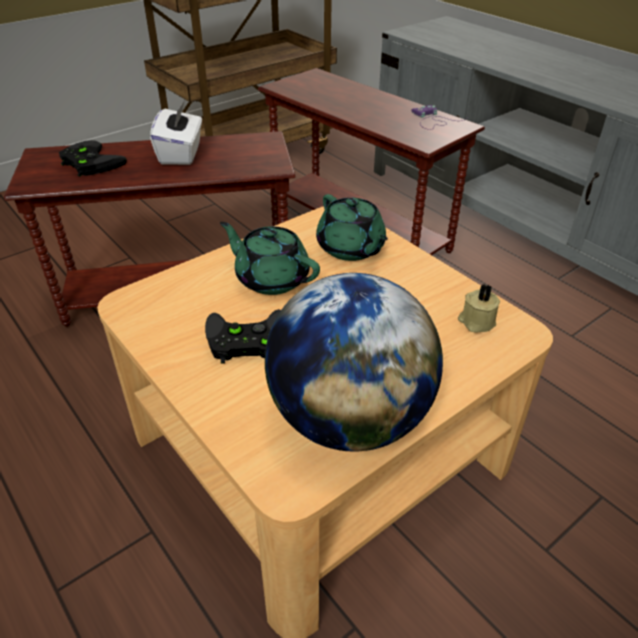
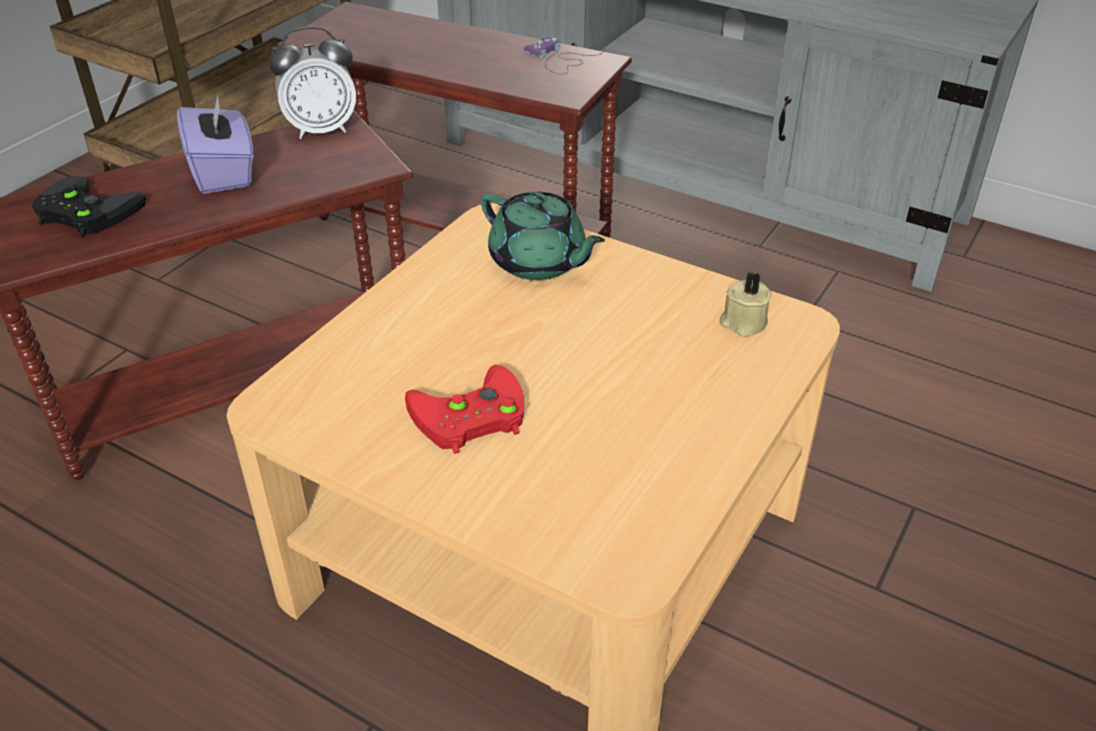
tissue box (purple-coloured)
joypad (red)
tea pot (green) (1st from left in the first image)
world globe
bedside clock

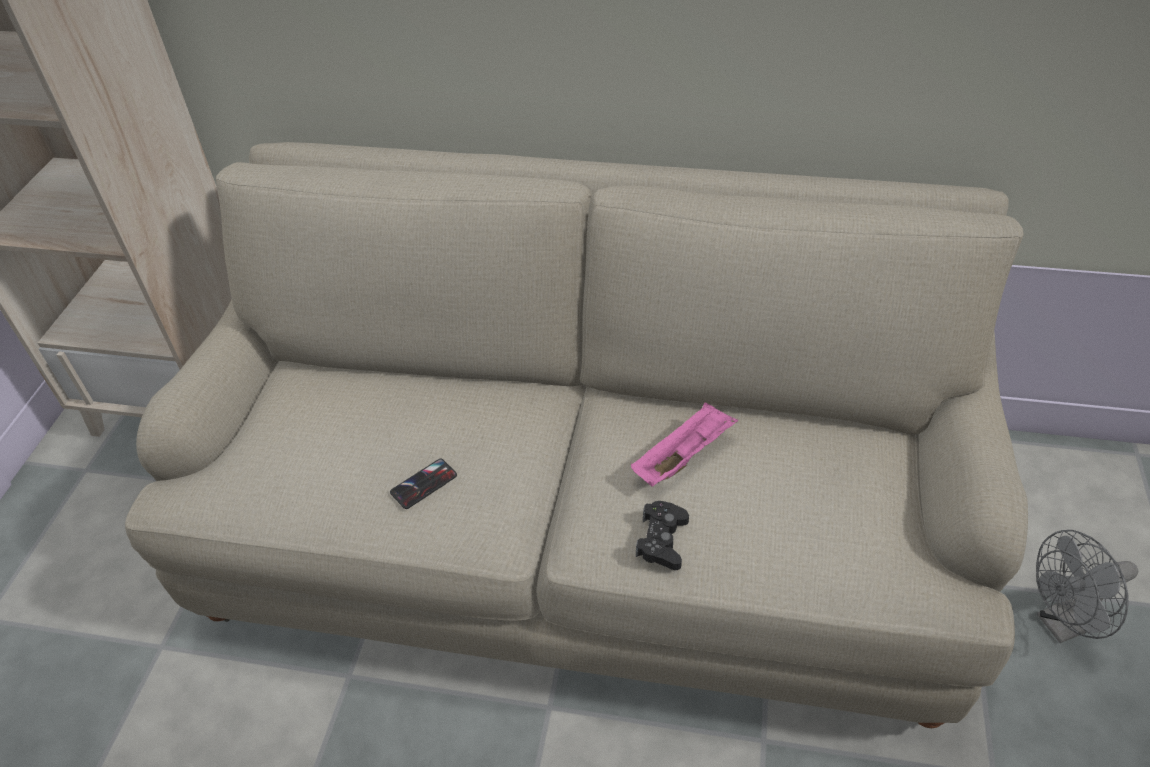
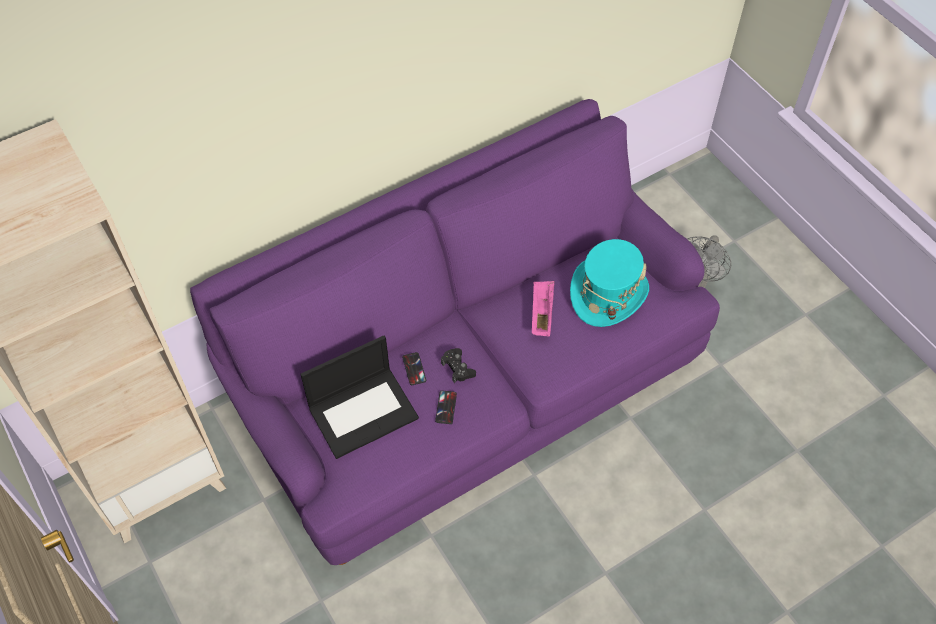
couch (purple-coloured)
joypad (black-coloured)
portable computer
handset (1st from left)
hat (blue-green)

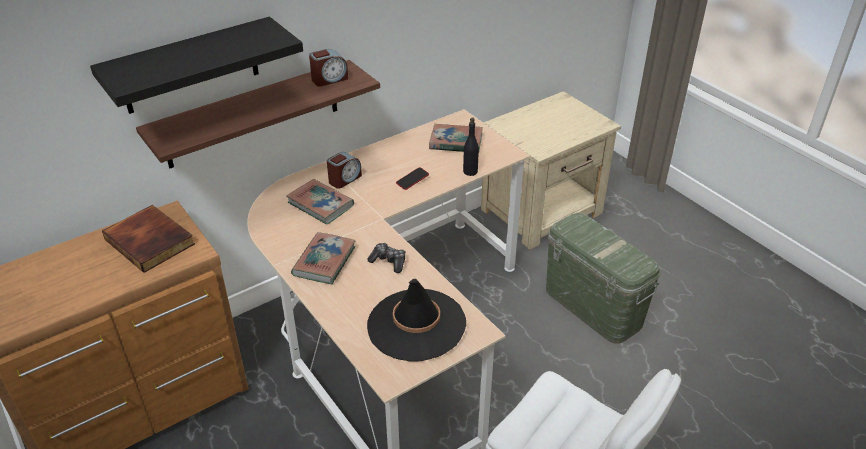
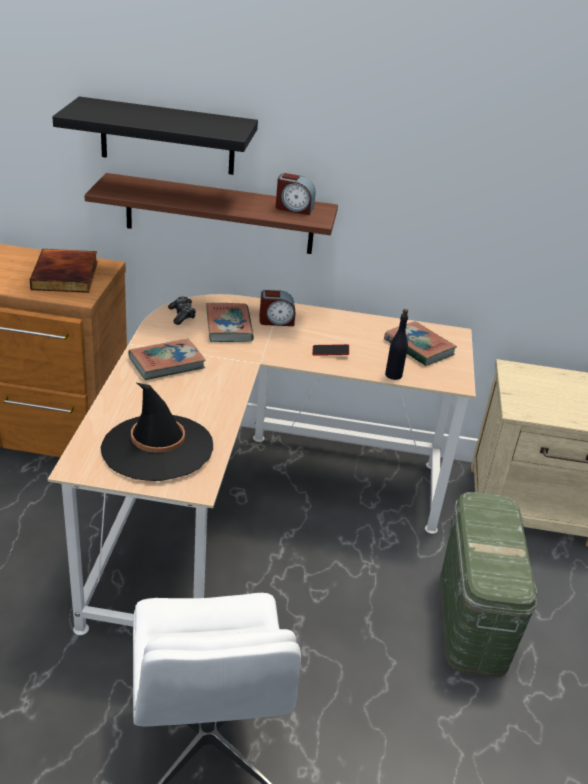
joypad

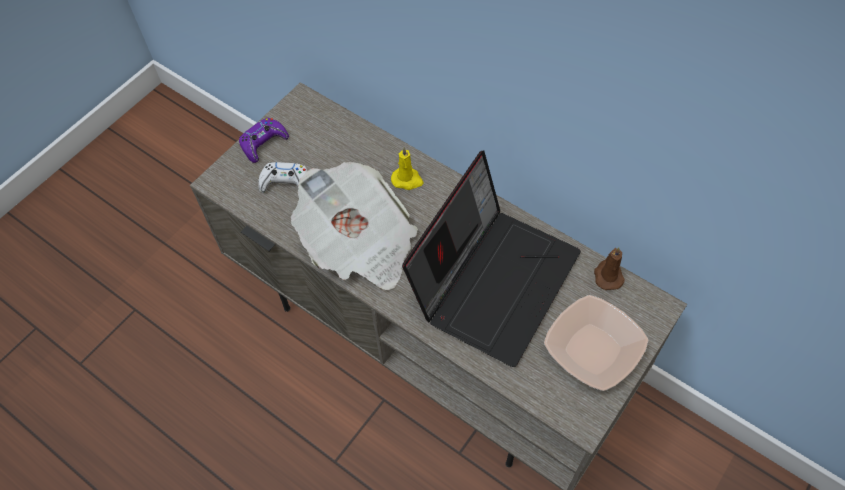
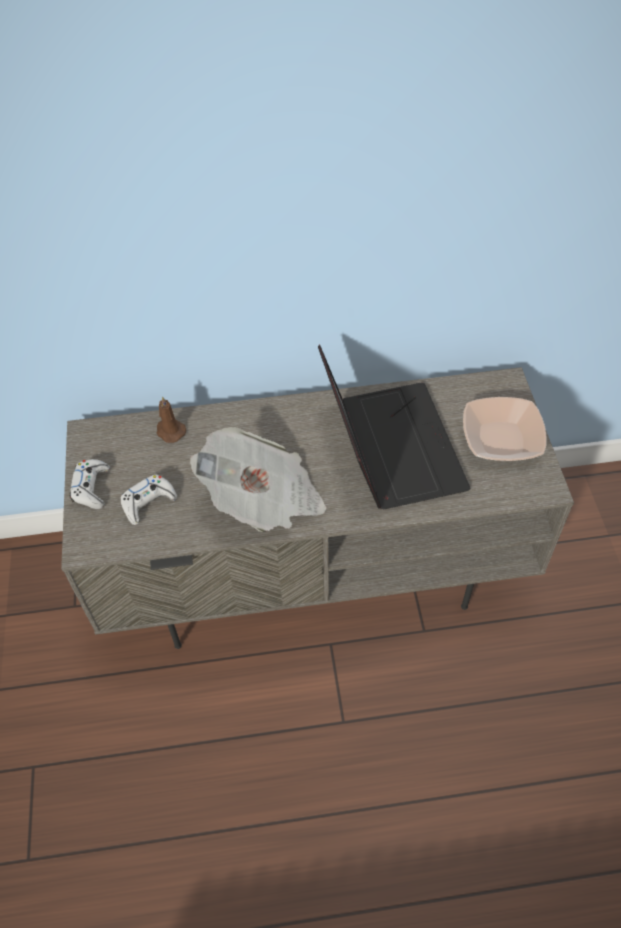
joypad (white) (1st from left)
wax light (yellowish)
wax light (brownish)

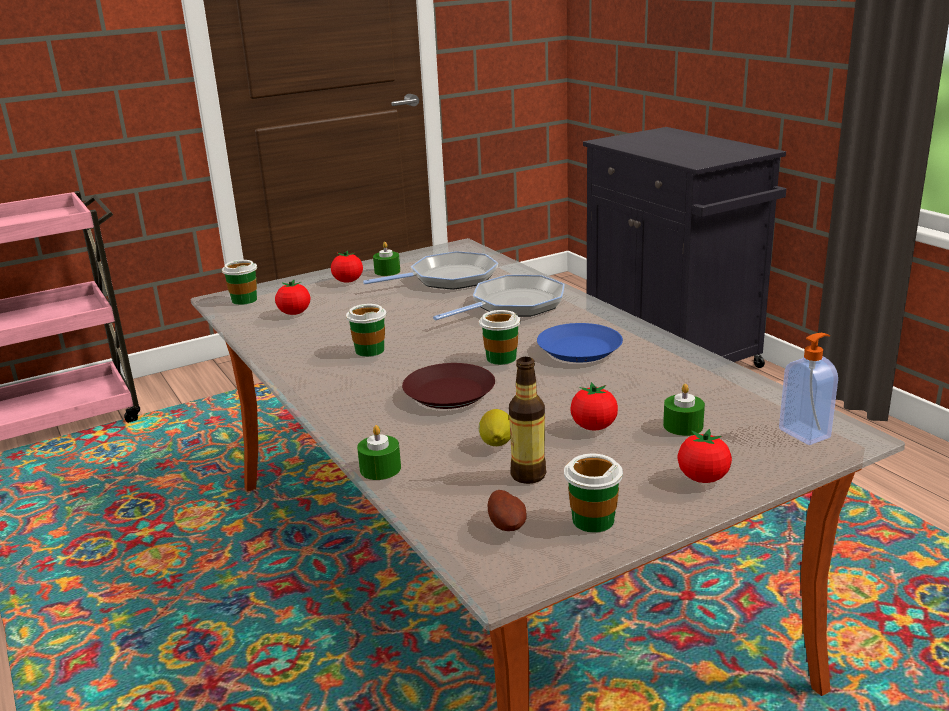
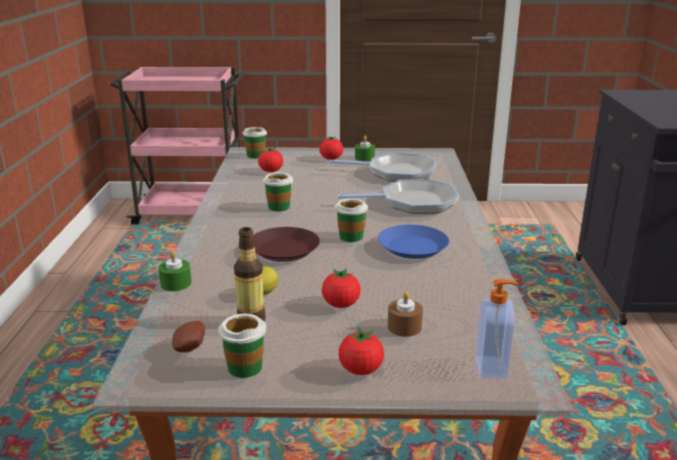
wax light (brownish)

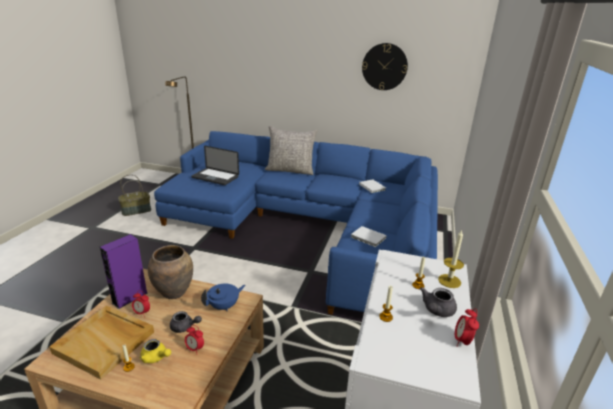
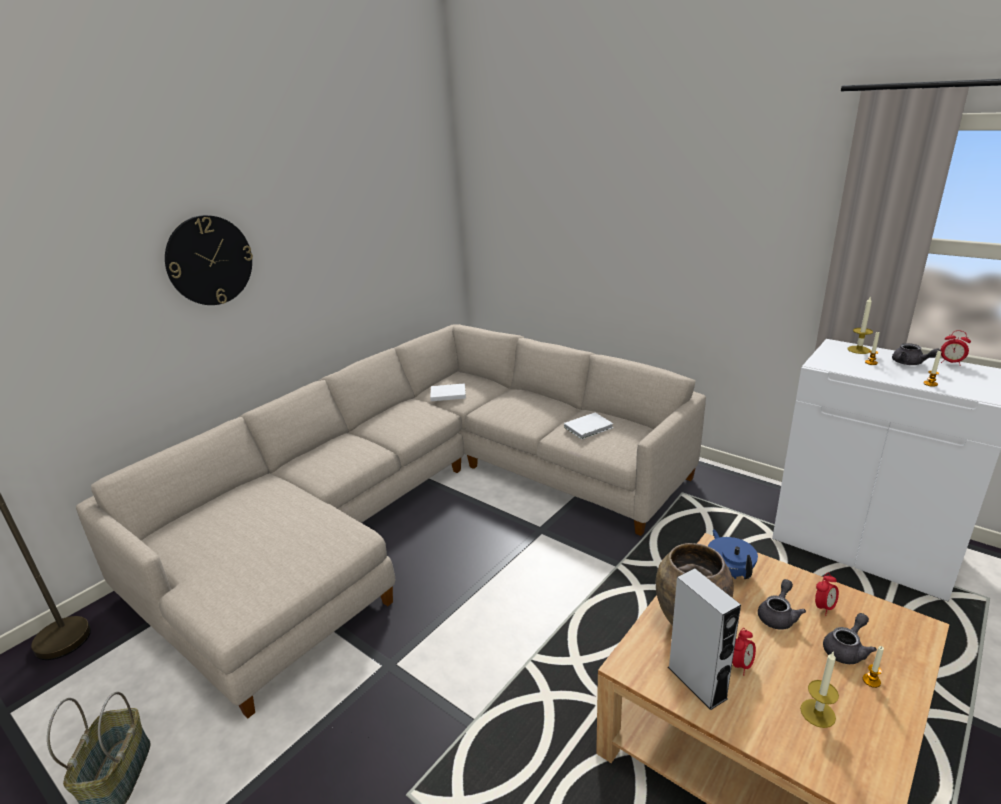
wax light (1st from left)
loudspeaker (grey)
tea pot (grey) (2nd from left)
couch (sand-coloured)
portable computer
throw pillow (grey)
hanging clock

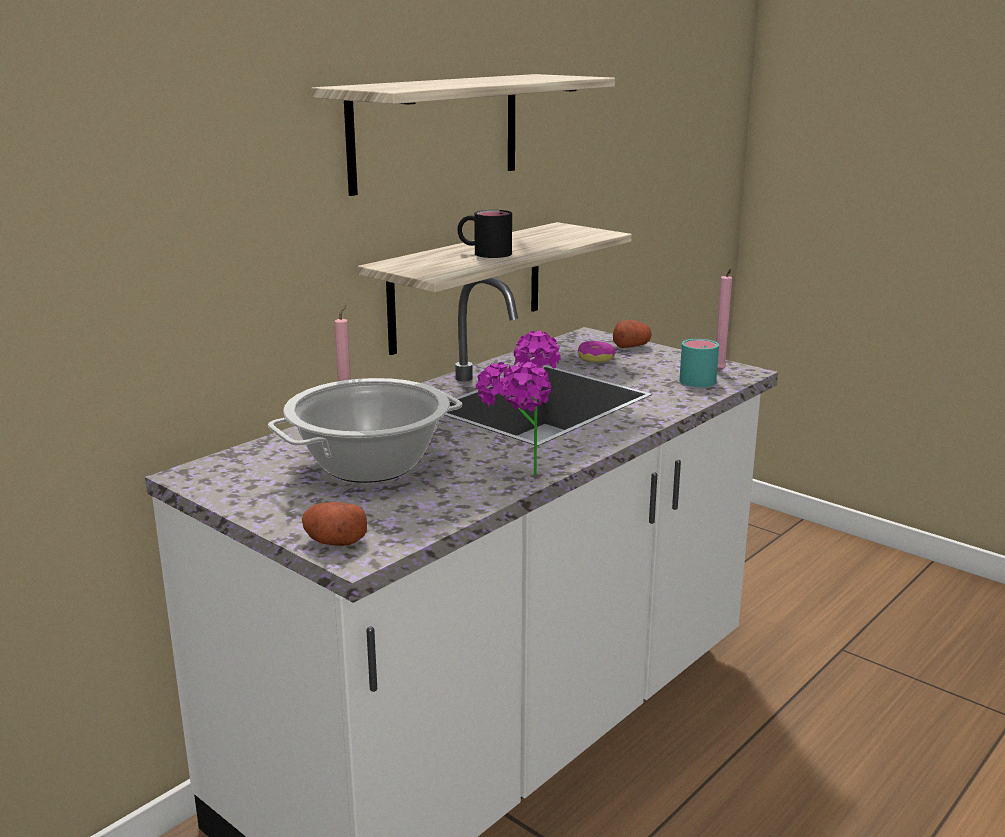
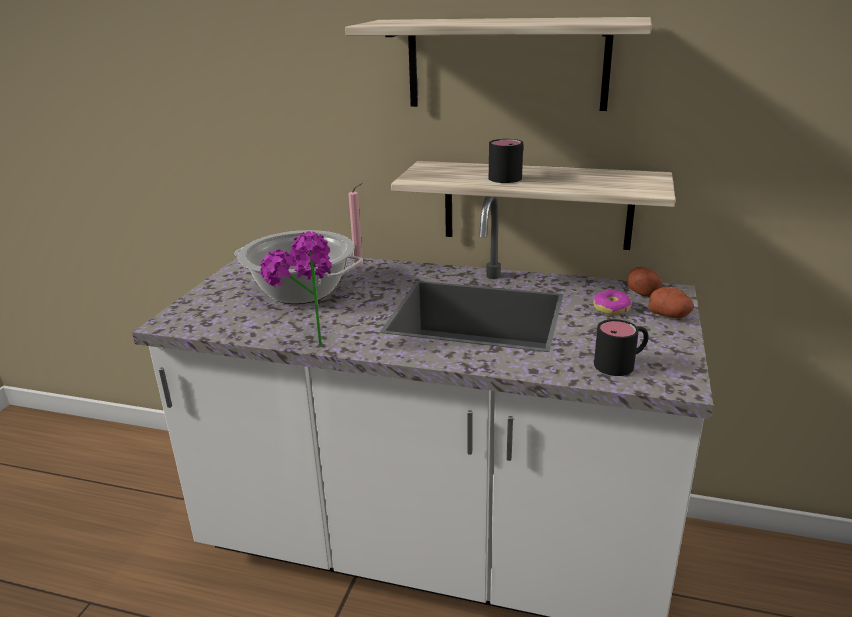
whole potato (1st from left)
tea mug (black-coloured) (2nd from left)
wax light (pink-coloured) (2nd from left in the first image)

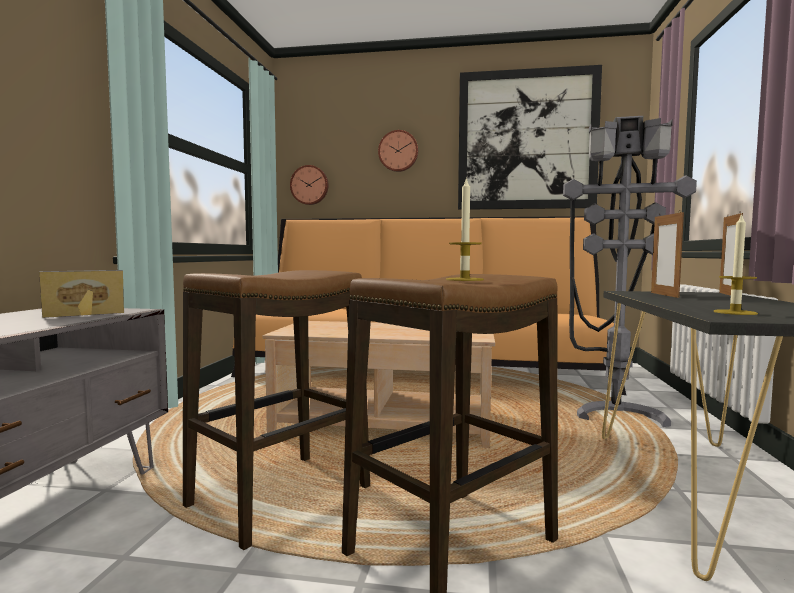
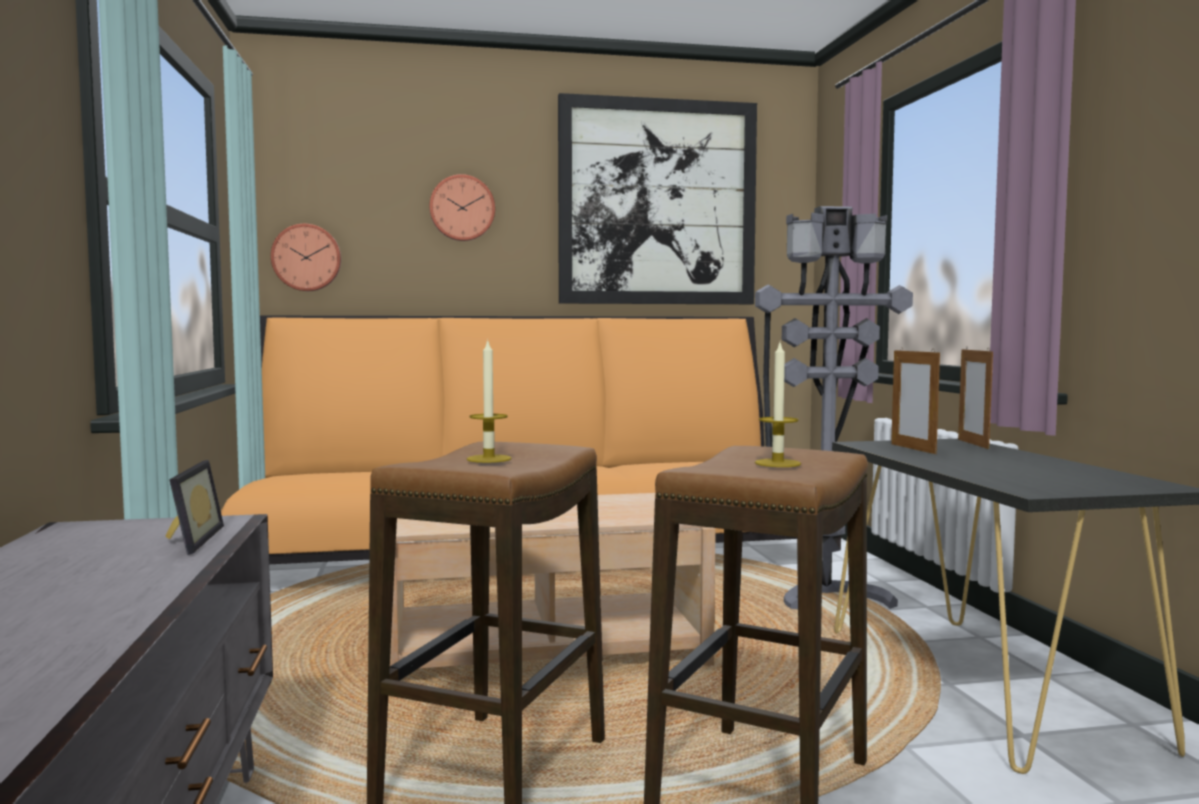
standing frame (1st from left)
wax light (1st from left)

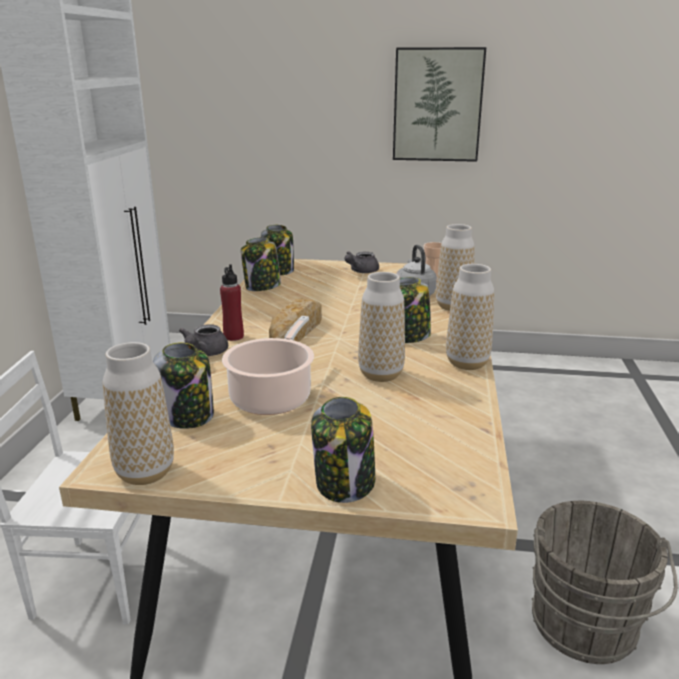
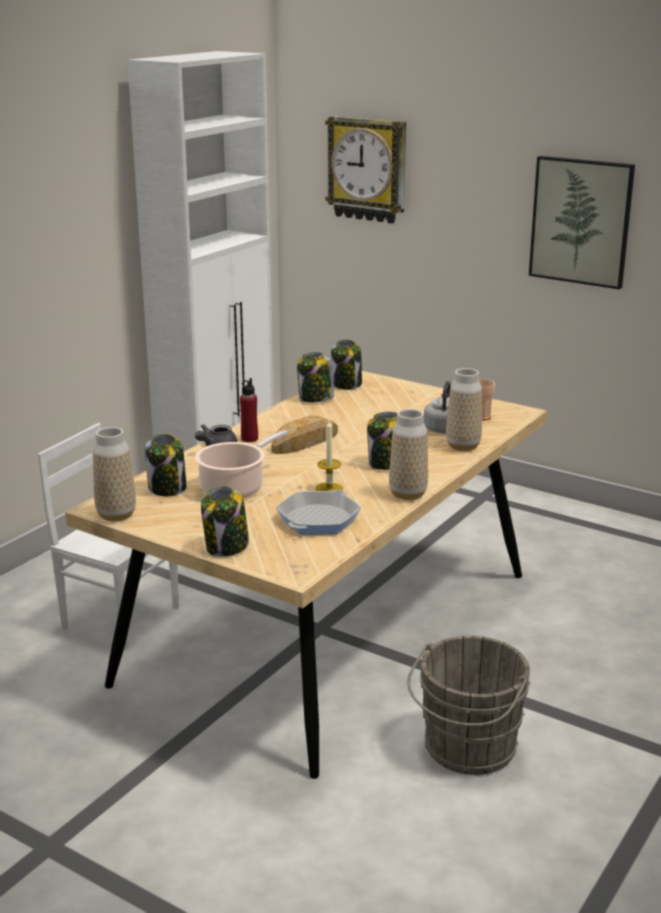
tea pot (grey) (2nd from left in the first image)
wax light
pan
hanging clock

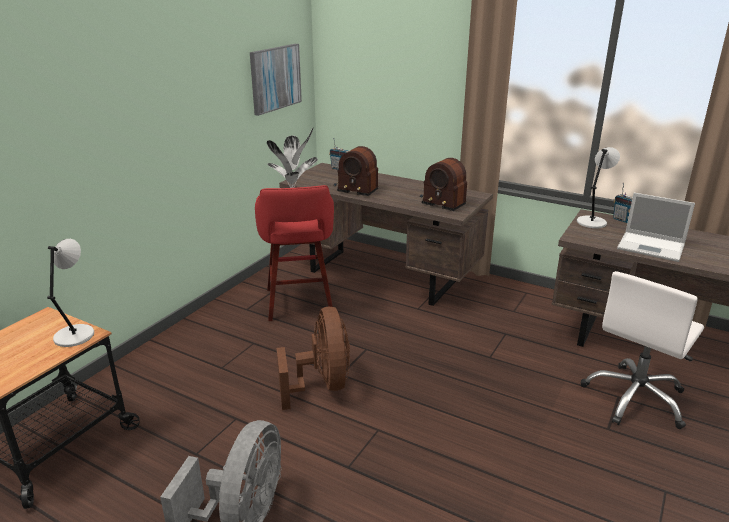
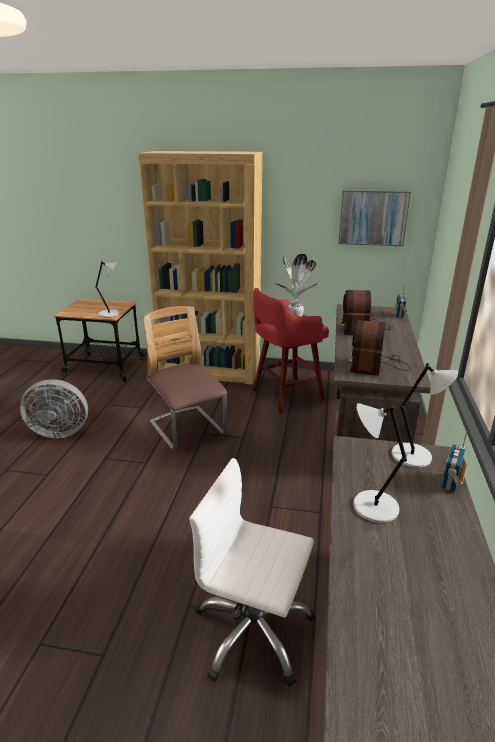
plain chair
tabletop lamp (grey) (2nd from left)
bookcase (brownish)

